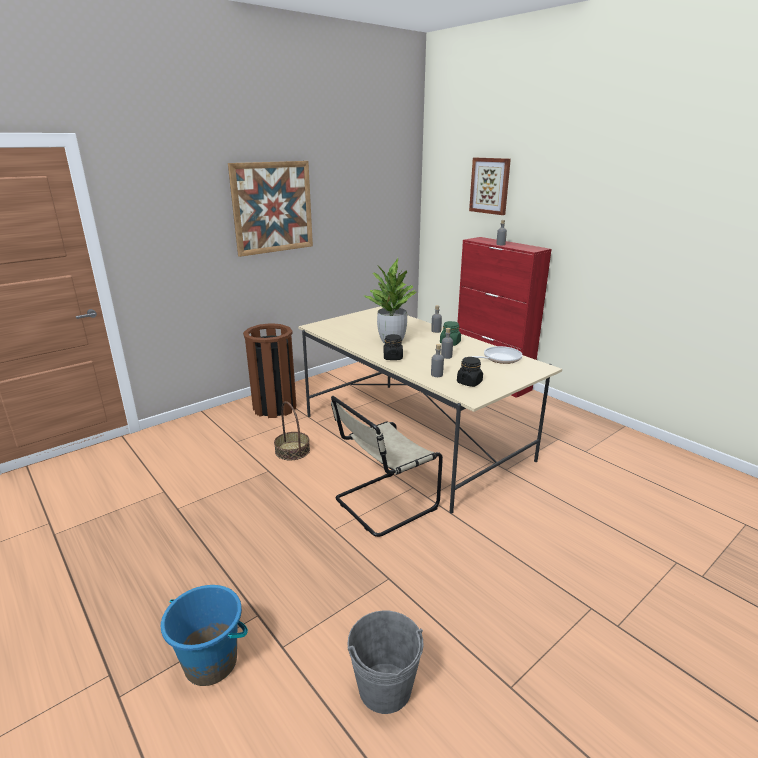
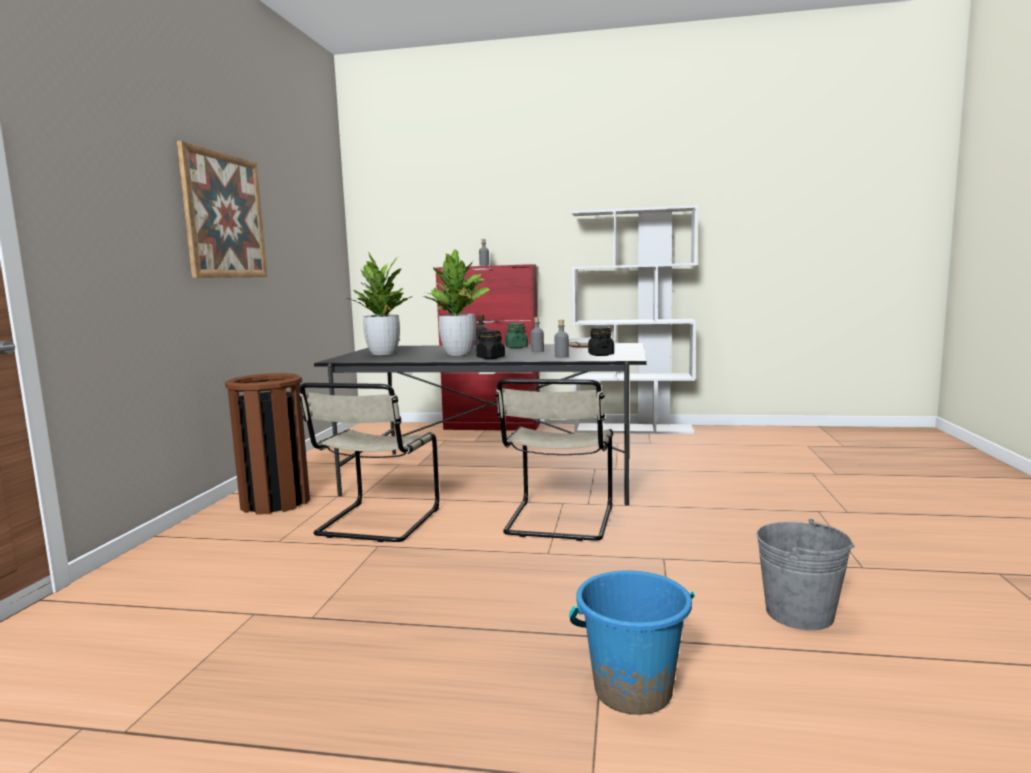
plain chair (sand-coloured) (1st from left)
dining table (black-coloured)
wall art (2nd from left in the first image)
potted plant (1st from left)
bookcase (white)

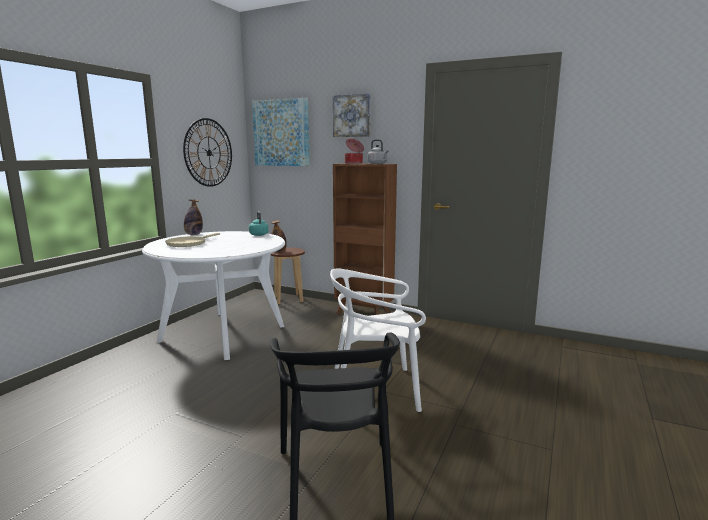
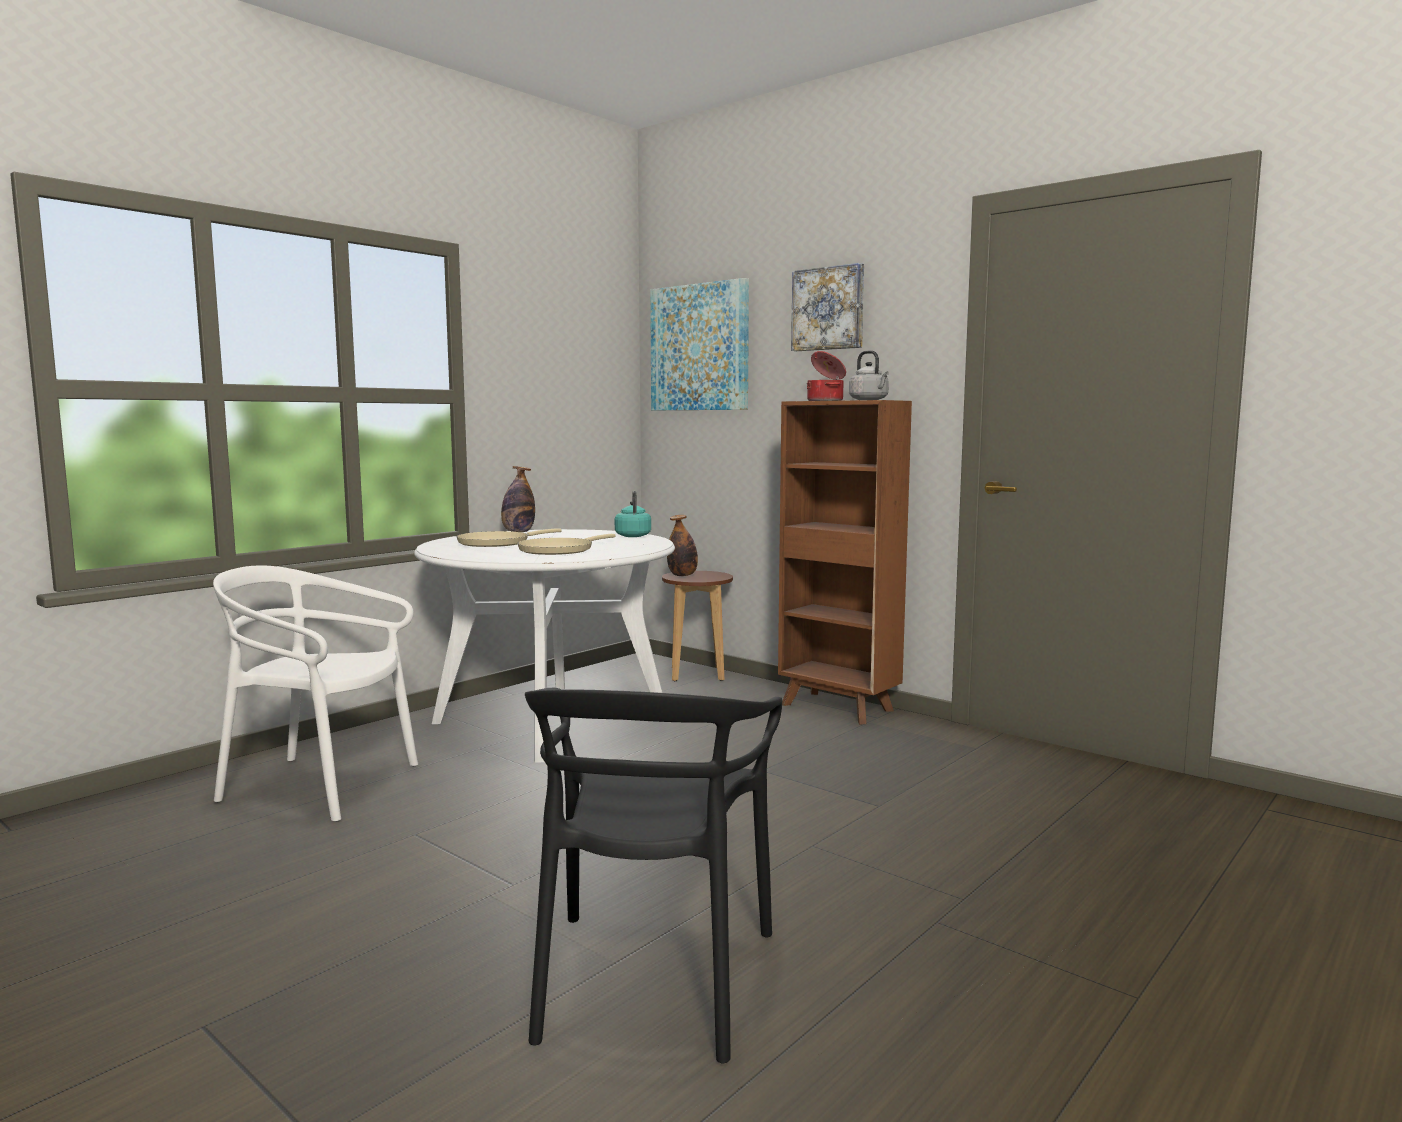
hanging clock
plain chair (white)
pan (sand-coloured) (2nd from left)

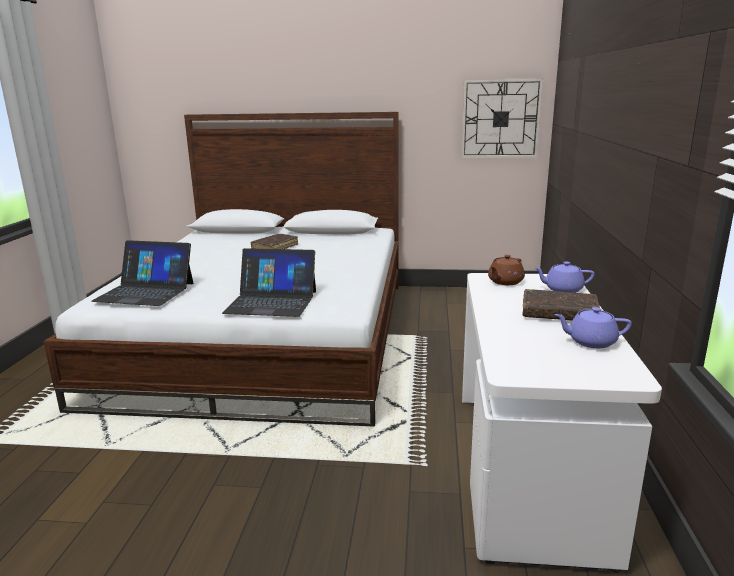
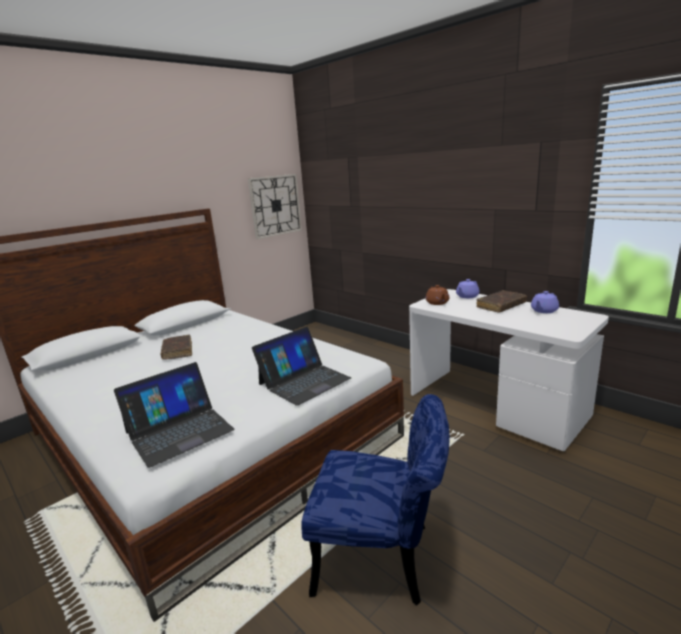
plain chair (blue-coloured)

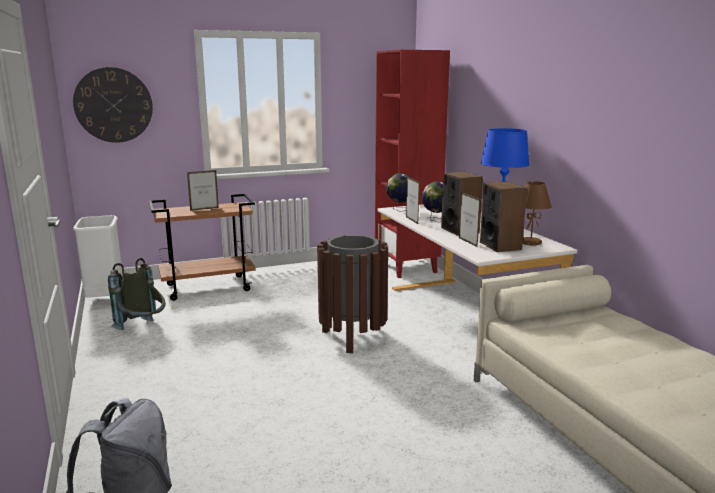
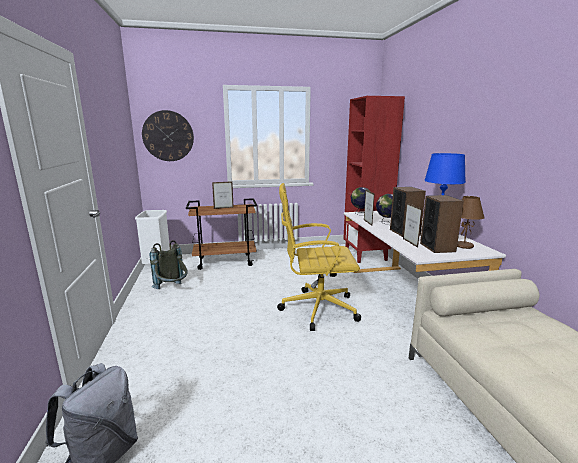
office chair (yellowish)

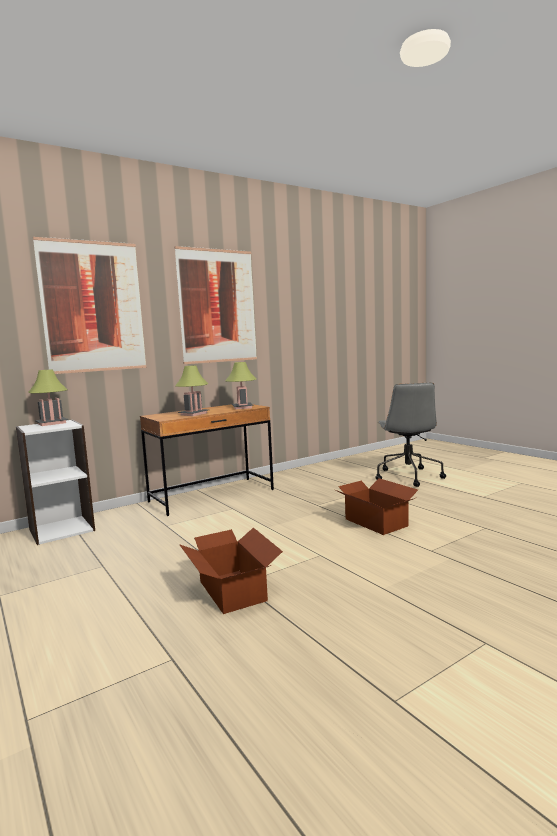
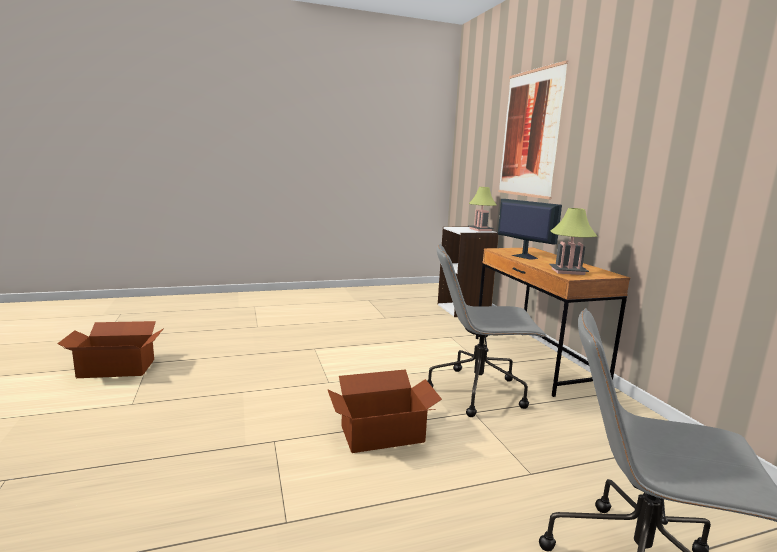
wall art (2nd from left in the first image)
computer display
cardboard box (1st from left)
office chair (grey) (1st from left)

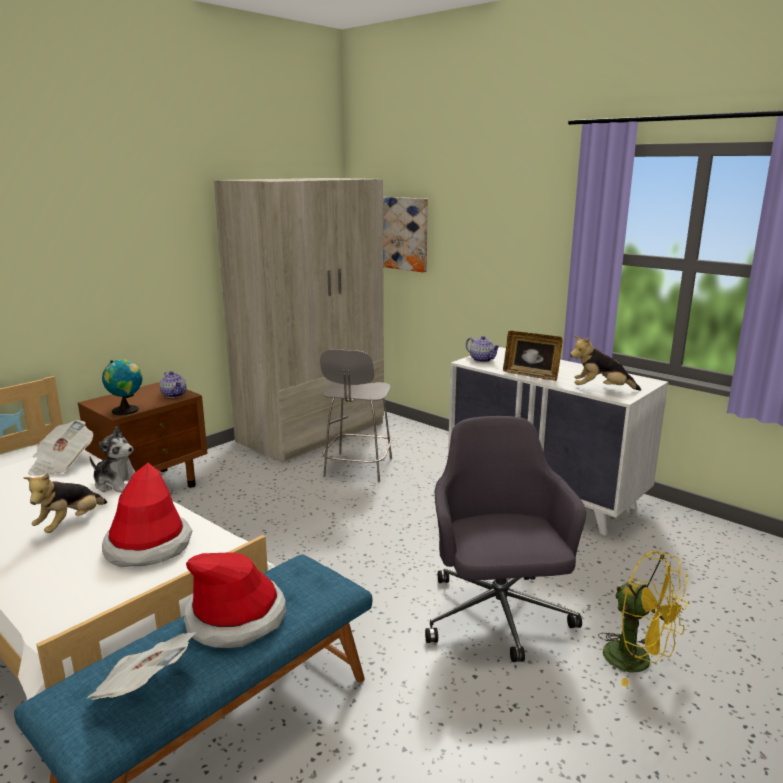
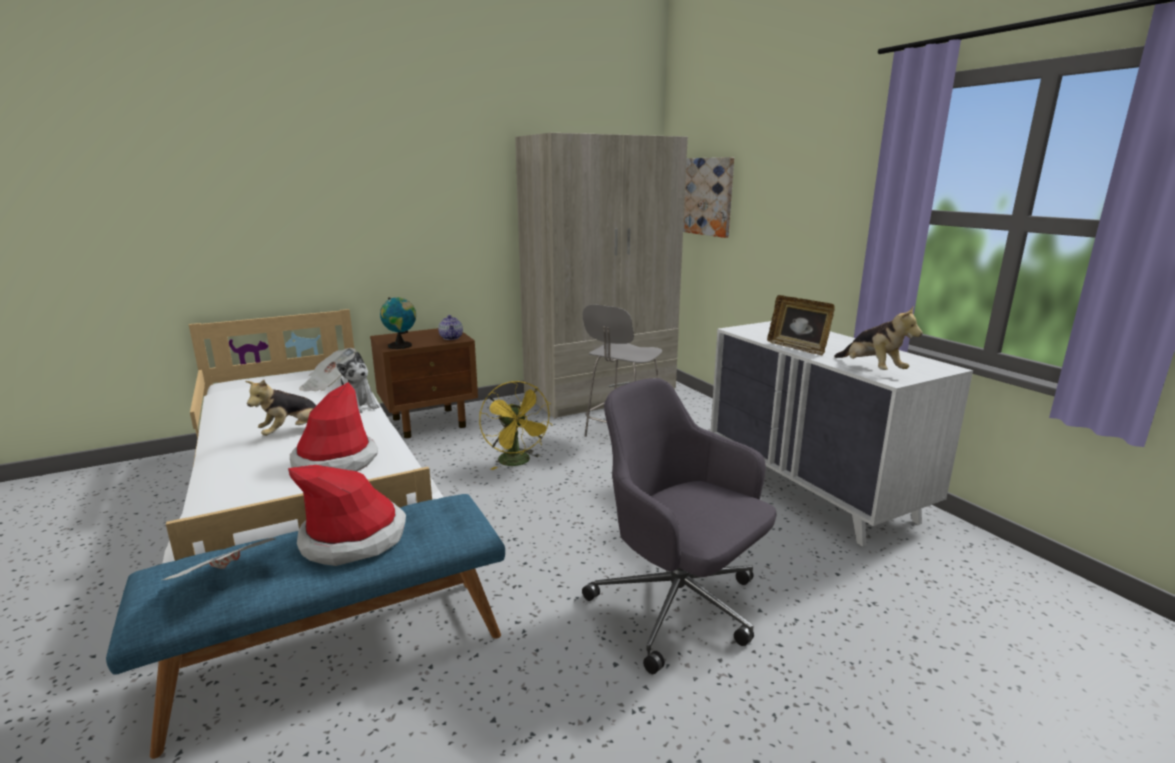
office chair (grey)
tea pot (2nd from left in the first image)
soft toy (3rd from left)
electric fan (yellowish)

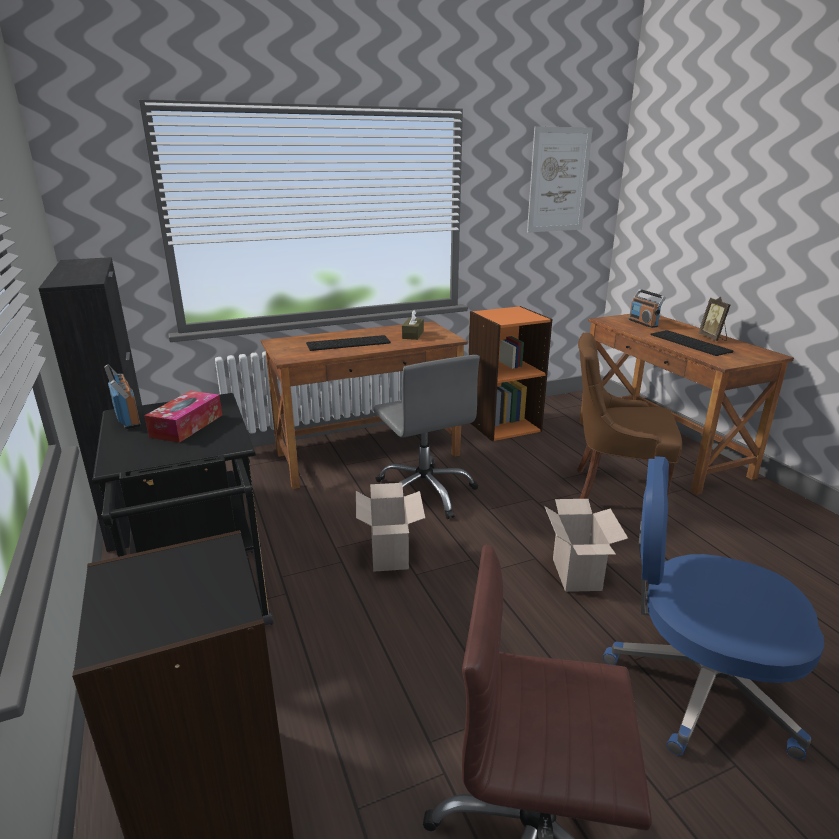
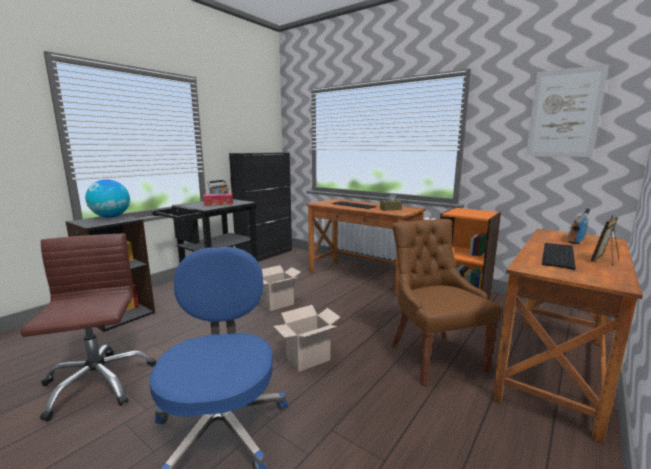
office chair (grey)
world globe

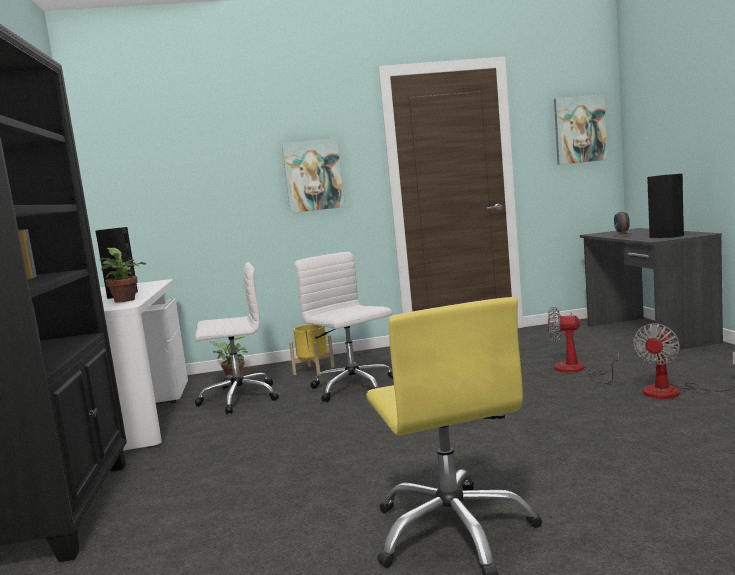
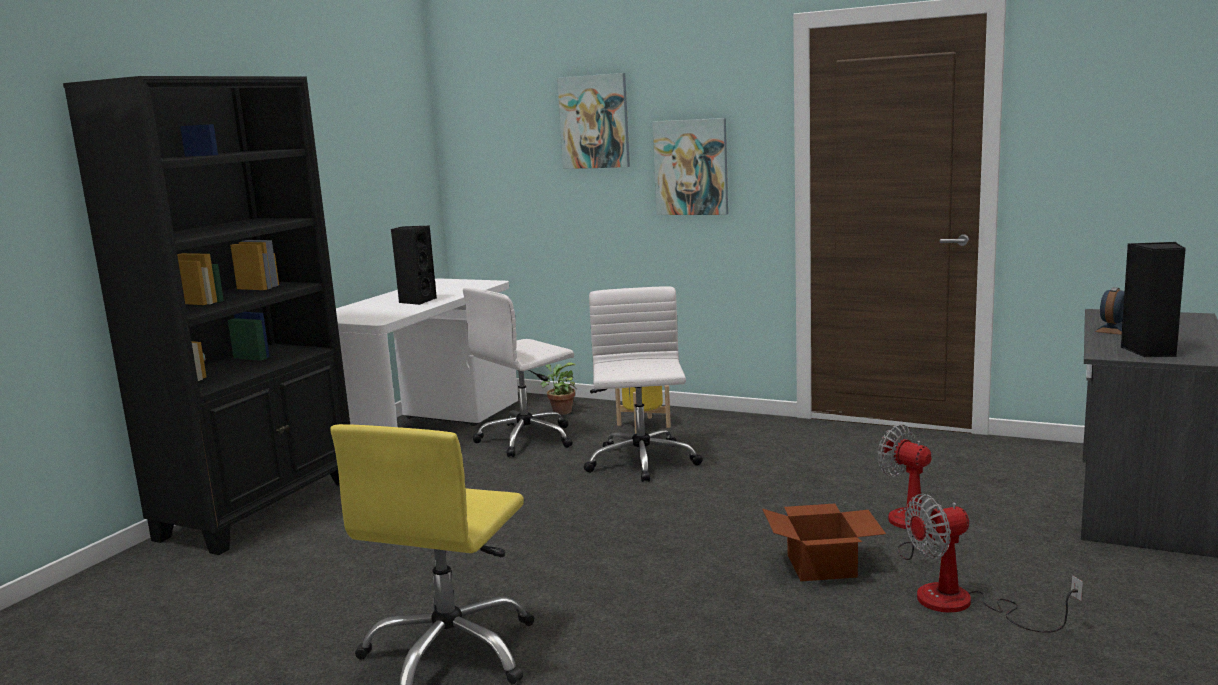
potted plant (1st from left in the first image)
office chair (white) (1st from left)
wall art (1st from left)
cardboard box

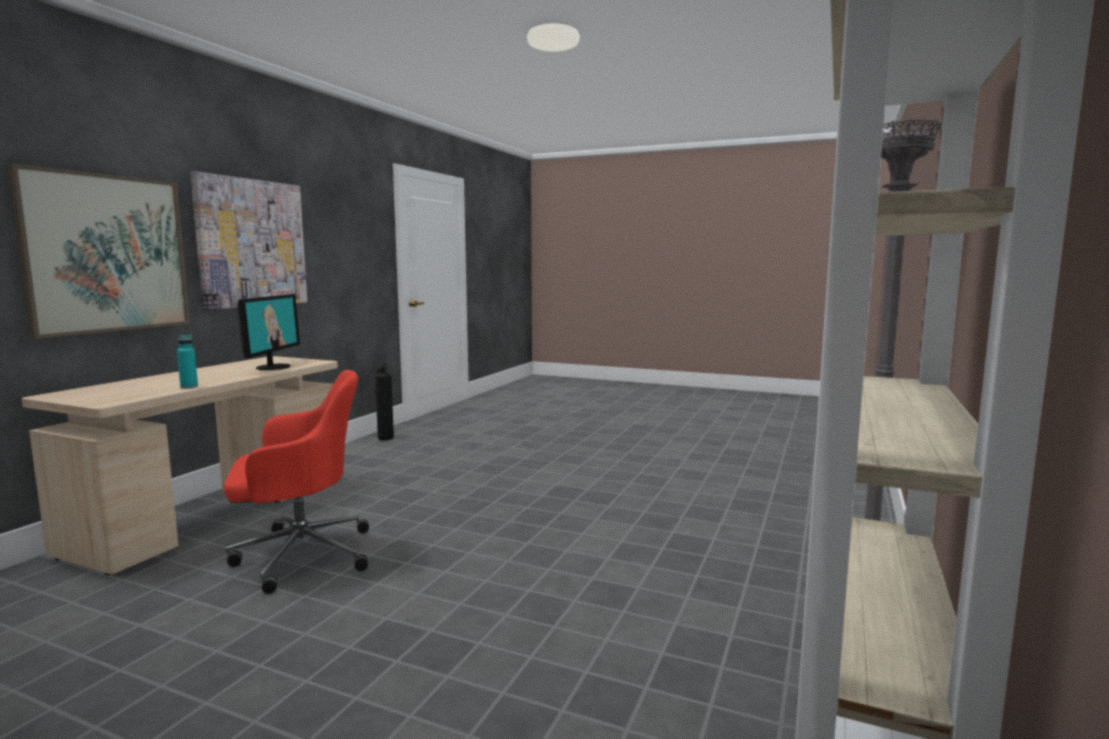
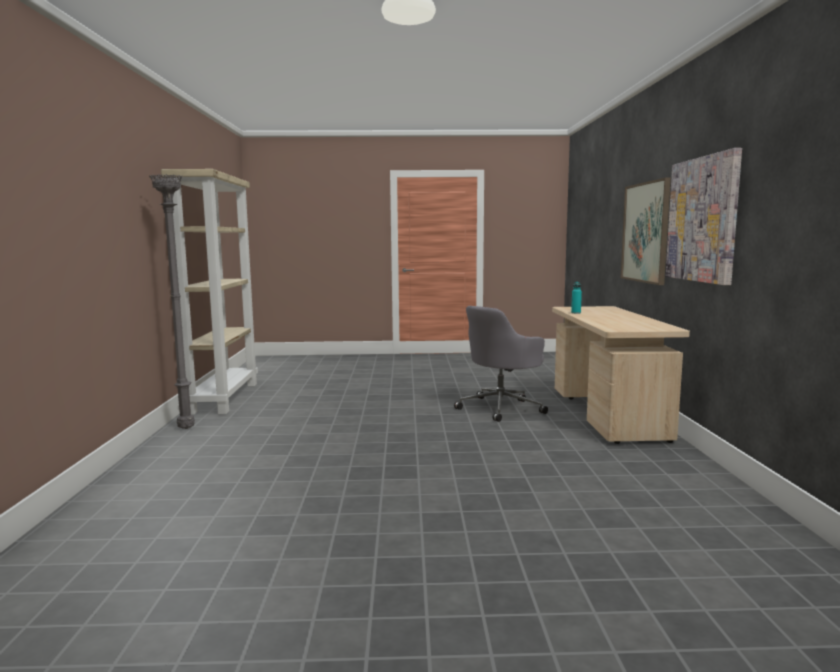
office chair (grey)
computer display
extinguisher

